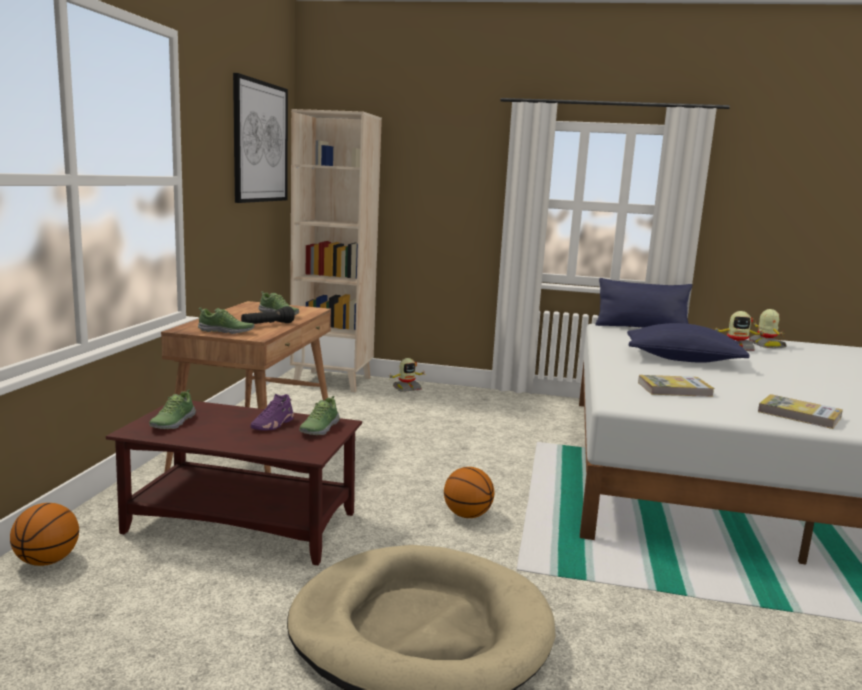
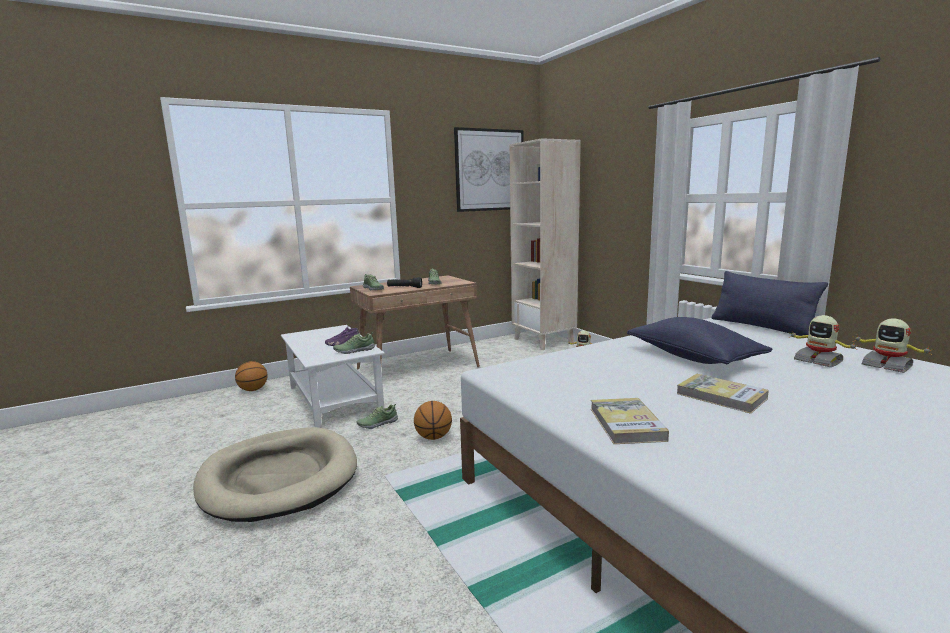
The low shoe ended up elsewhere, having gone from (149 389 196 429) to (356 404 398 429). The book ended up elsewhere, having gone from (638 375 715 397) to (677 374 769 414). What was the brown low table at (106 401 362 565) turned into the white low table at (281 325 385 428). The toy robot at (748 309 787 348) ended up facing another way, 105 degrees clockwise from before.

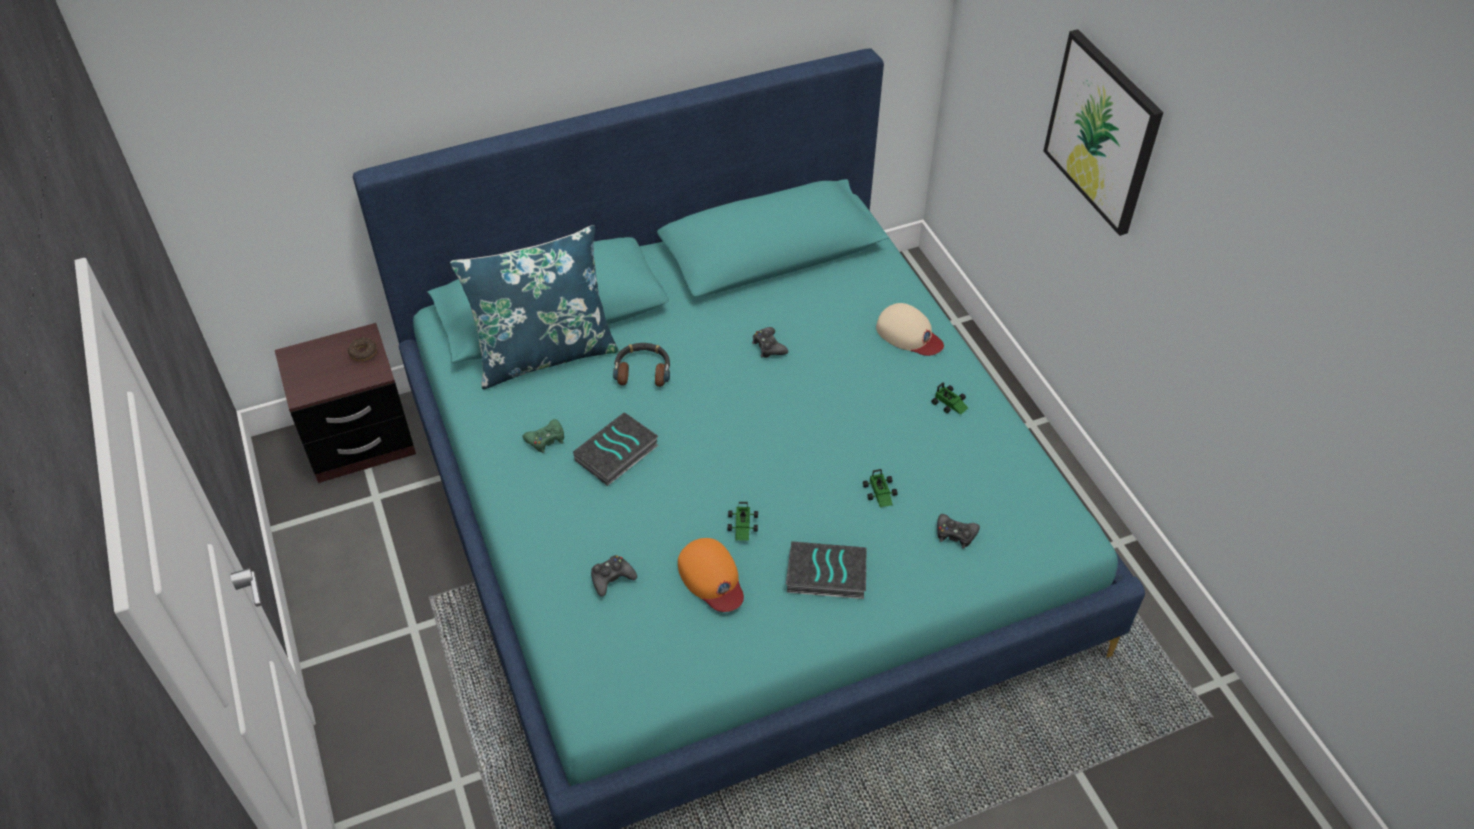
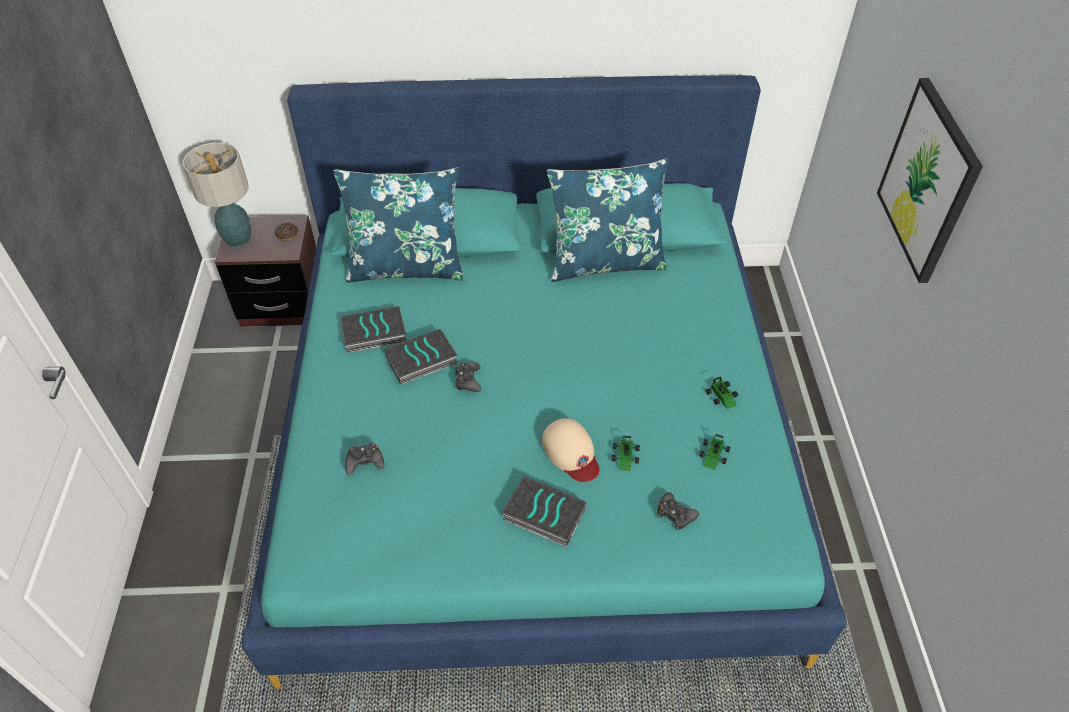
The second view lost the pair of headphones at (613 343 670 387). The second view lost the orange cap at (678 538 744 612). The second view gained the tabletop lamp at (183 142 251 248). The second view gained the blue throw pillow at (547 158 670 282). The model car ended up elsewhere, having gone from (728 502 758 541) to (699 434 730 470). The black-coloured gamepad ended up elsewhere, having gone from (752 327 788 358) to (455 362 481 392). The sand-coloured cap ended up elsewhere, having gone from (876 303 944 356) to (542 418 599 482). Where the greenish gamepad stood at (523 419 564 453), the book came to stand at (341 306 406 353).

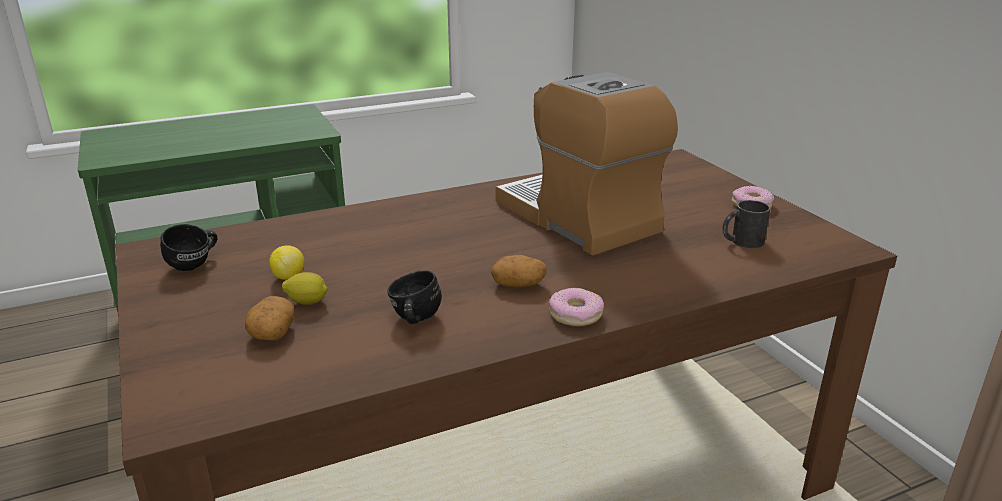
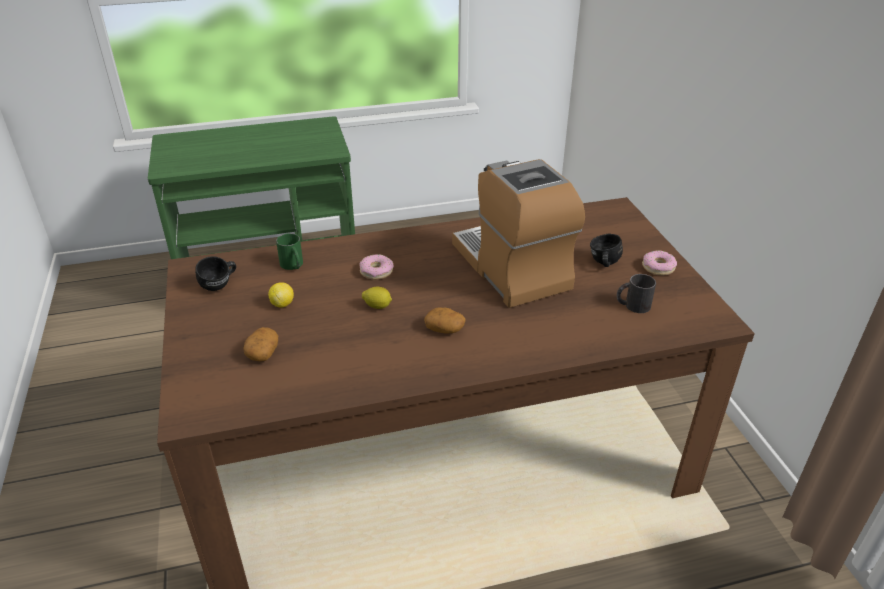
The second view gained the greenish mug at (276 233 303 270). The citrus fruit ended up elsewhere, having gone from (282 272 328 305) to (362 287 392 309). The black-coloured mug ended up elsewhere, having gone from (387 270 442 324) to (590 233 623 267). The doughnut ended up elsewhere, having gone from (549 288 604 326) to (360 255 394 280).

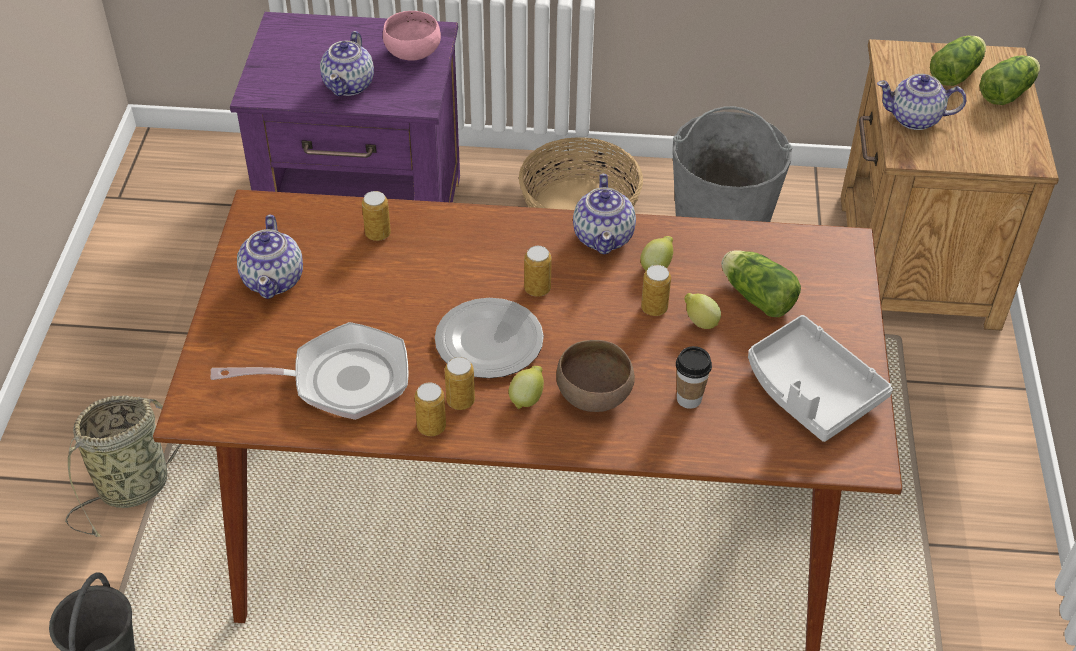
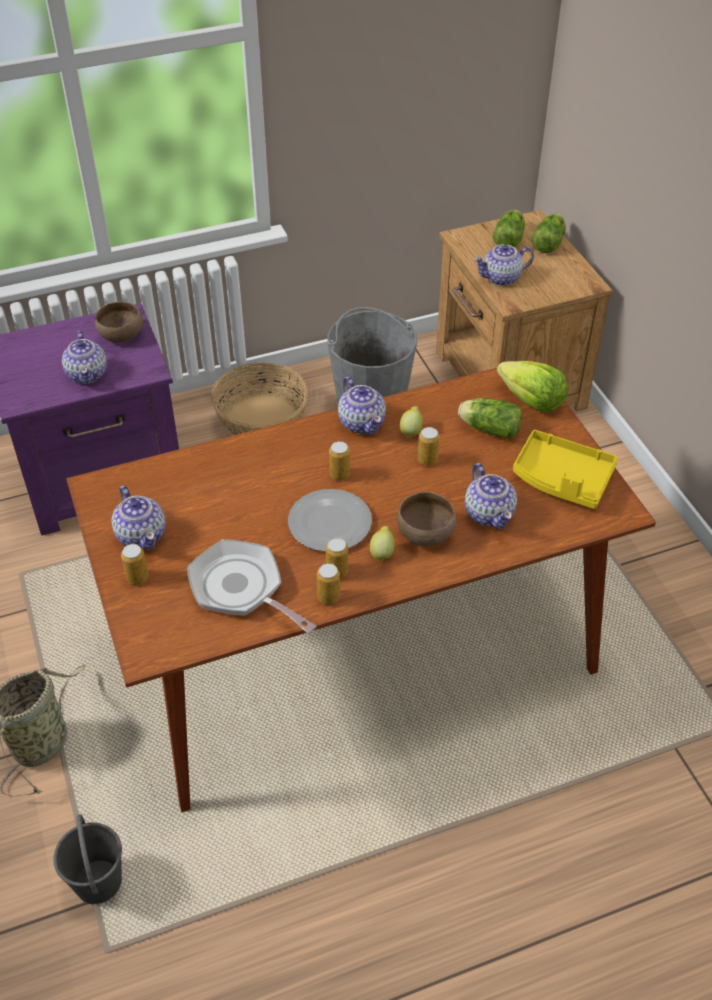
The second view lost the citrus fruit at (684 293 721 329). The second view gained the lettuce head at (497 361 568 413). The metal can ended up elsewhere, having gone from (362 191 391 241) to (121 544 149 585). Where the drinking cup stood at (676 346 712 409), the tea pot came to stand at (465 463 517 529). What was the pinkish serving bowl at (383 11 441 61) turned into the brown serving bowl at (95 302 143 343). What was the gray serving tray at (748 315 893 442) turned into the yellowish serving tray at (513 430 618 509). The skillet at (210 322 409 420) ended up facing another way, 105 degrees counterclockwise from before.

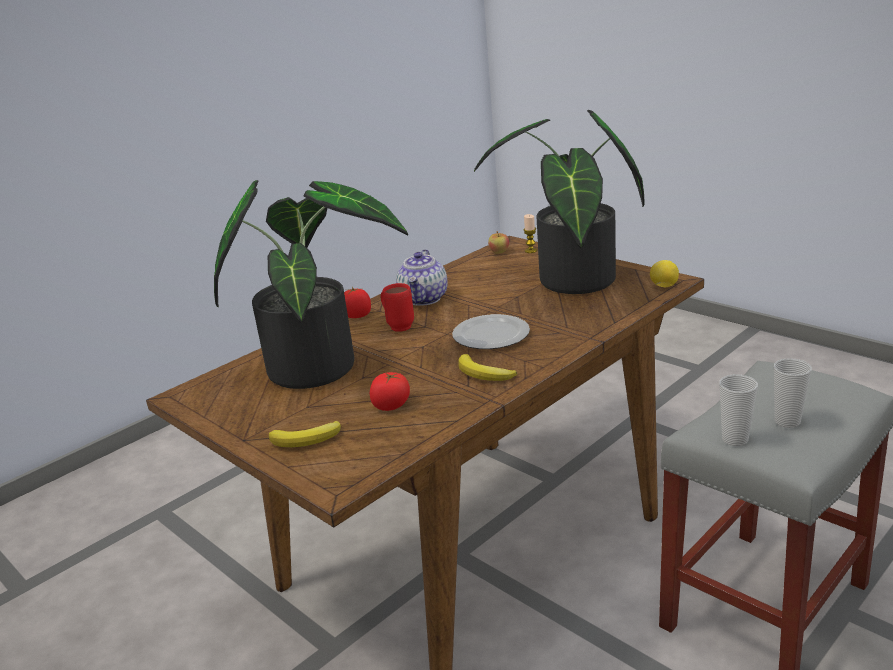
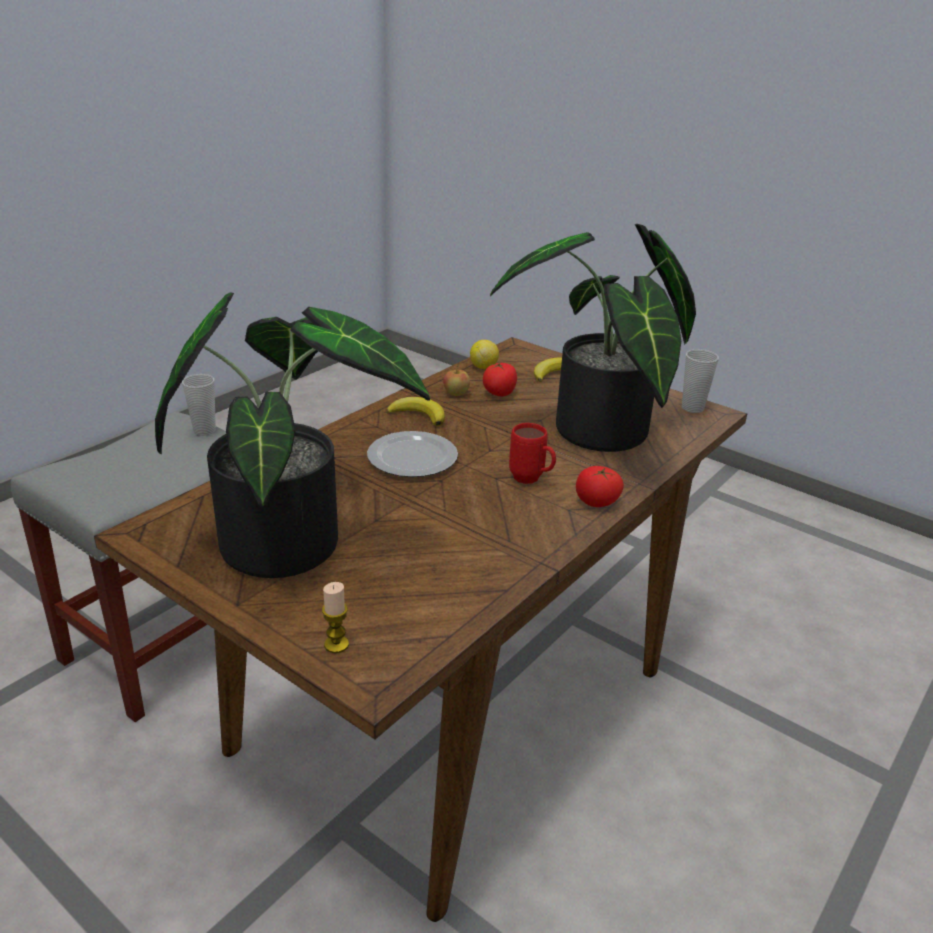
The second view lost the tea pot at (396 249 448 306). The apple fruit ended up elsewhere, having gone from (488 231 509 254) to (443 364 470 396). The citrus fruit ended up elsewhere, having gone from (650 260 679 287) to (470 340 499 369). The drinking cup ended up elsewhere, having gone from (774 358 811 428) to (682 349 719 413).

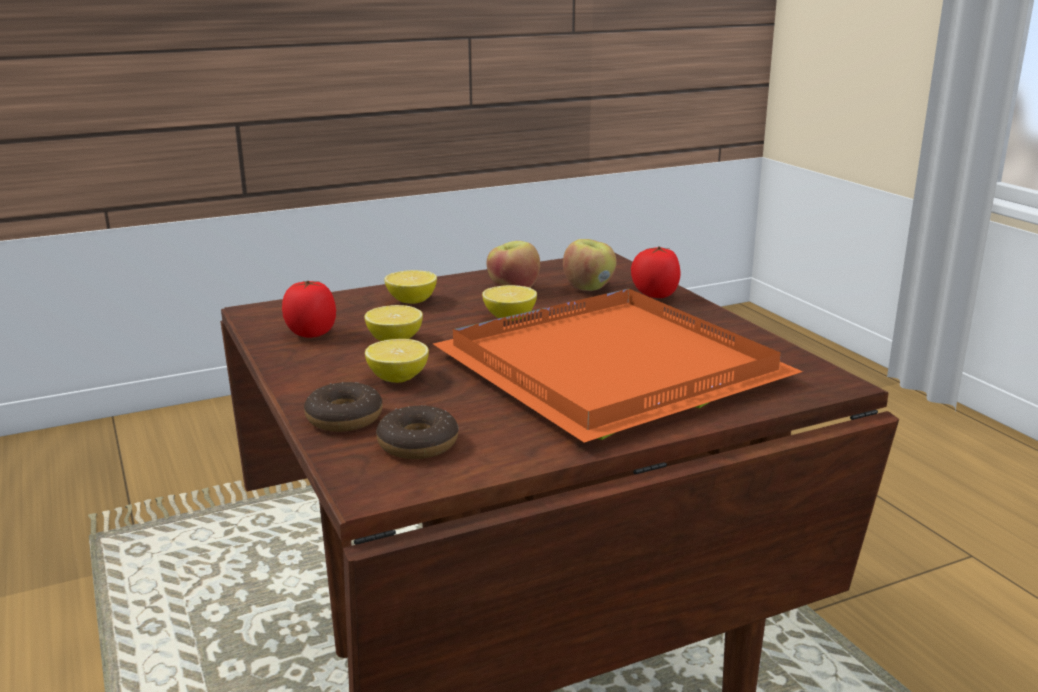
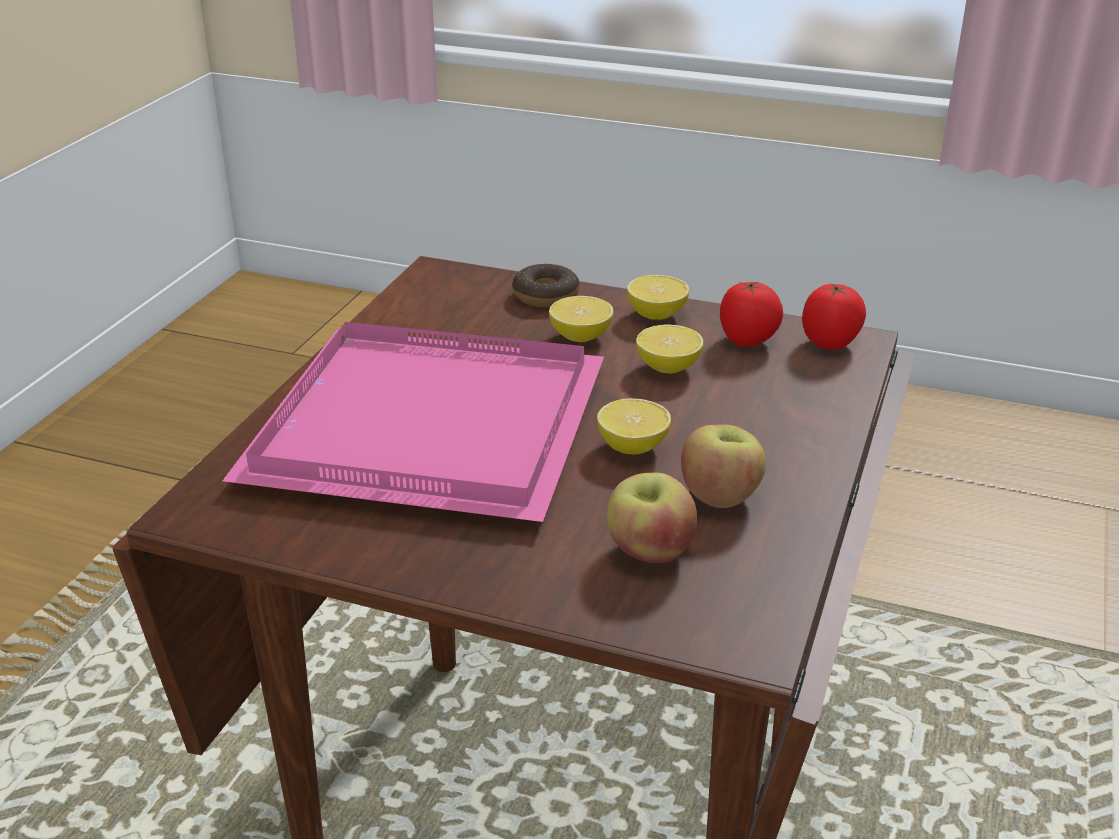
The second view lost the doughnut at (376 405 459 459). The citrus fruit ended up elsewhere, having gone from (385 270 437 304) to (627 275 689 320). The fresh tomato ended up elsewhere, having gone from (631 247 681 298) to (802 283 866 350). What was the orange serving tray at (433 289 803 443) turned into the pinkish serving tray at (222 322 604 522).

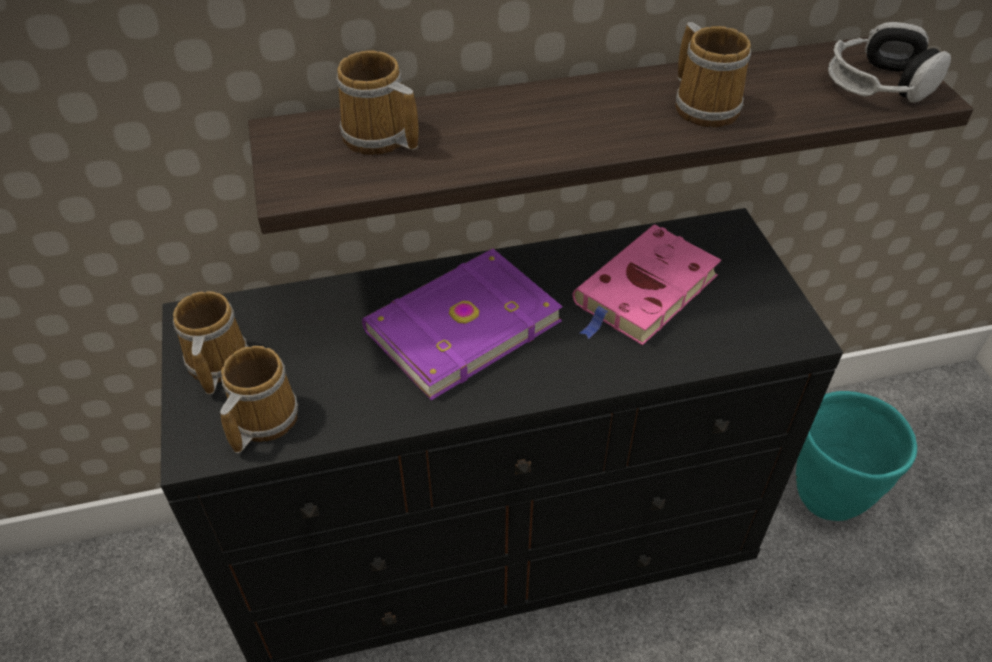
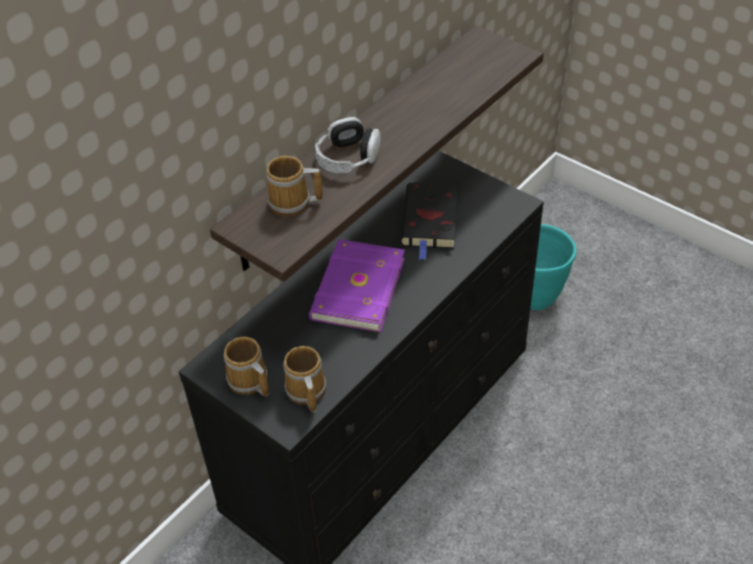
The second view lost the mug at (675 22 751 127). The pair of headphones ended up elsewhere, having gone from (828 22 951 103) to (315 117 380 173). What was the pinkish book at (573 224 721 345) turned into the black-coloured book at (400 182 458 260).

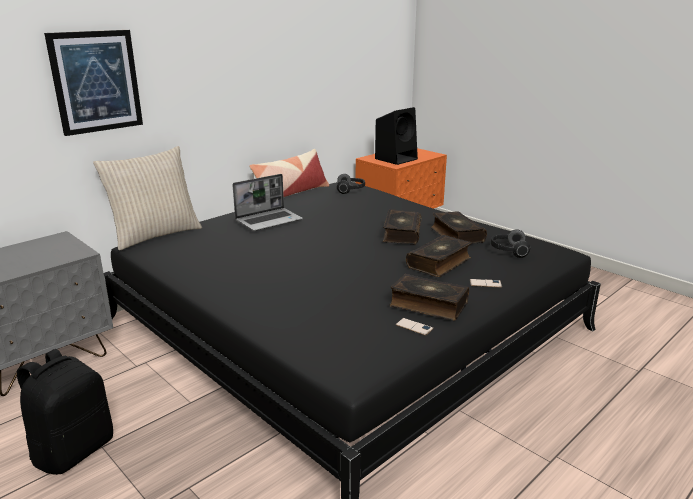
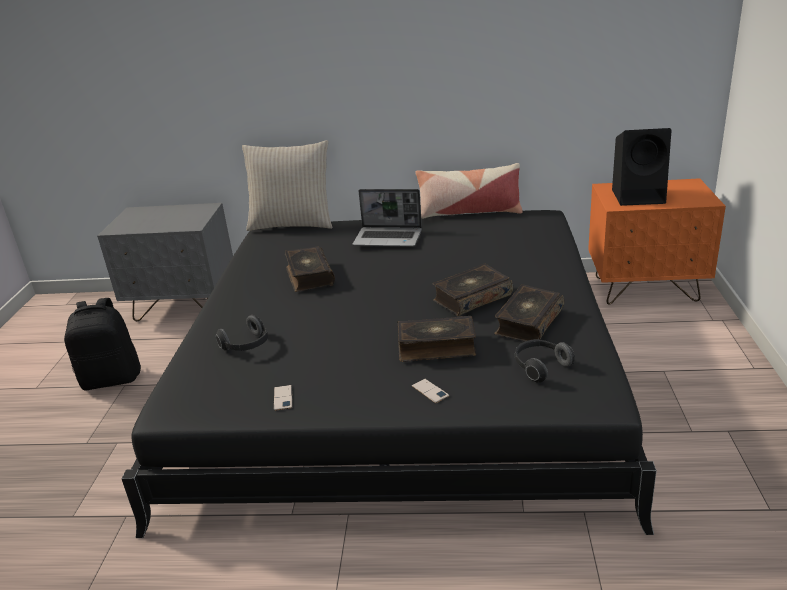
The second view lost the wall art at (44 30 143 136). The pair of headphones ended up elsewhere, having gone from (337 174 365 194) to (215 315 268 351). The book ended up elsewhere, having gone from (389 274 469 320) to (285 246 335 292).

